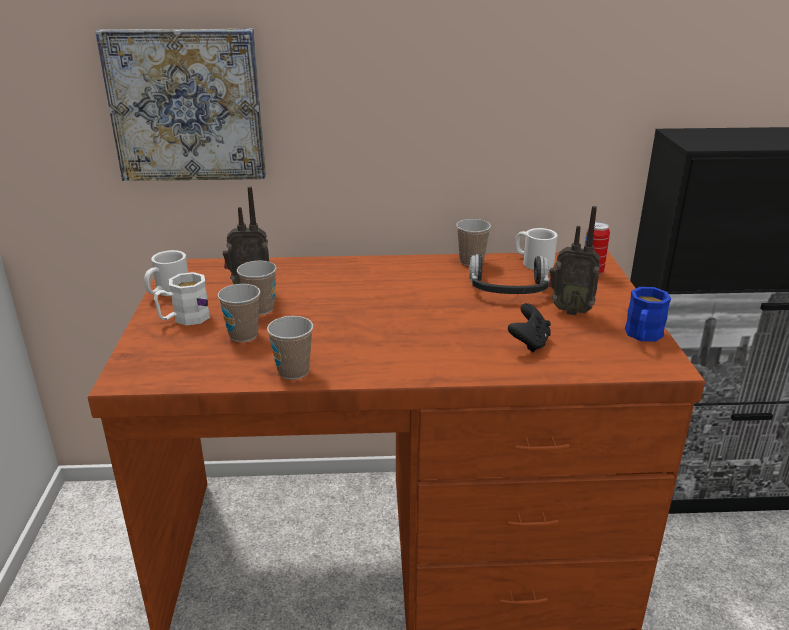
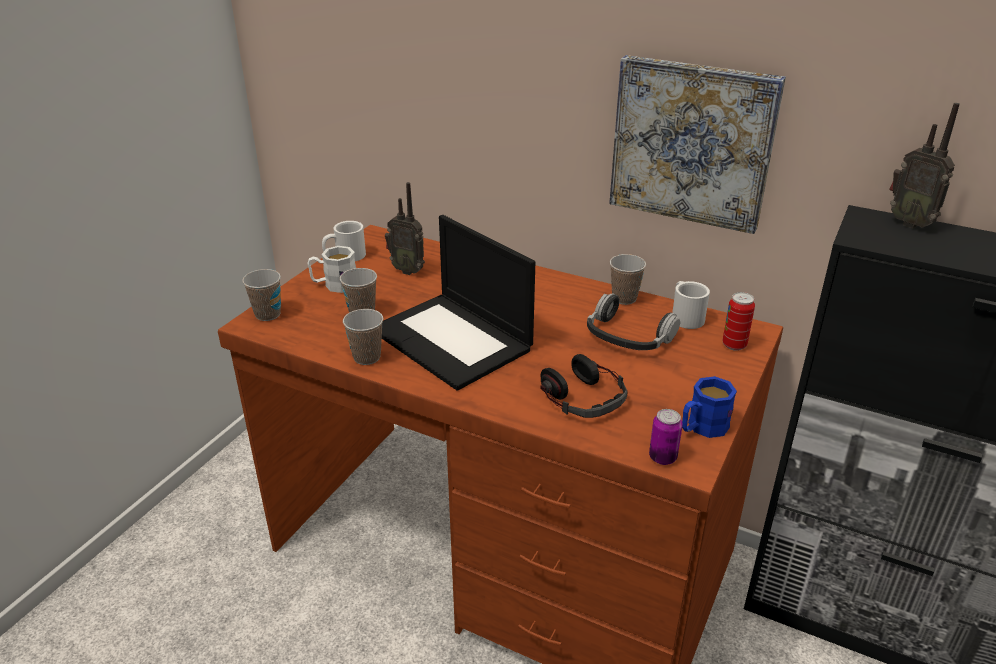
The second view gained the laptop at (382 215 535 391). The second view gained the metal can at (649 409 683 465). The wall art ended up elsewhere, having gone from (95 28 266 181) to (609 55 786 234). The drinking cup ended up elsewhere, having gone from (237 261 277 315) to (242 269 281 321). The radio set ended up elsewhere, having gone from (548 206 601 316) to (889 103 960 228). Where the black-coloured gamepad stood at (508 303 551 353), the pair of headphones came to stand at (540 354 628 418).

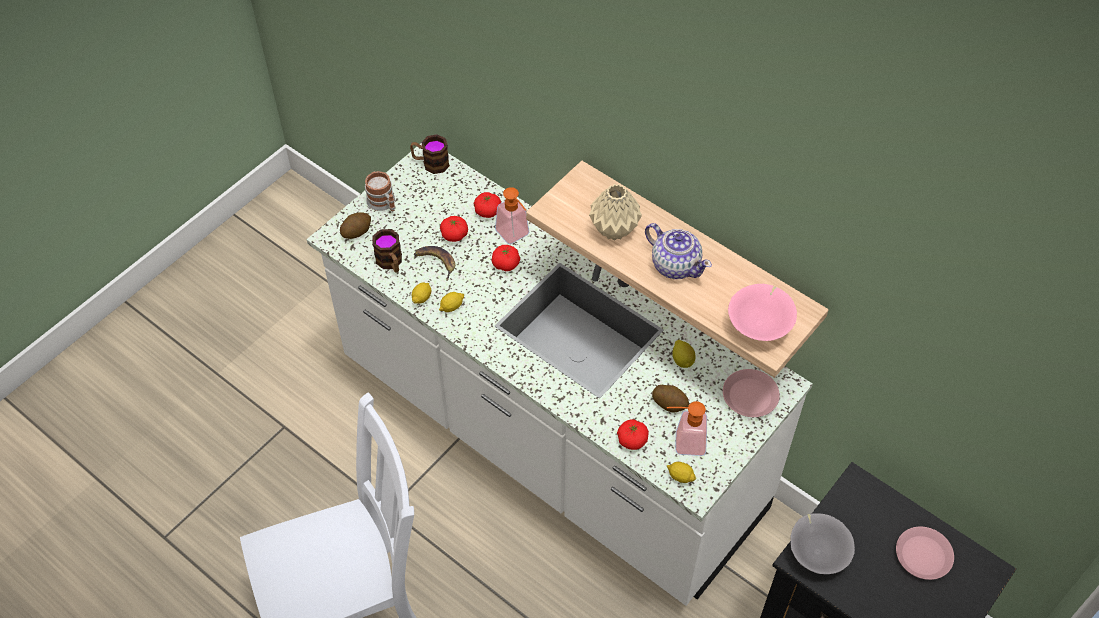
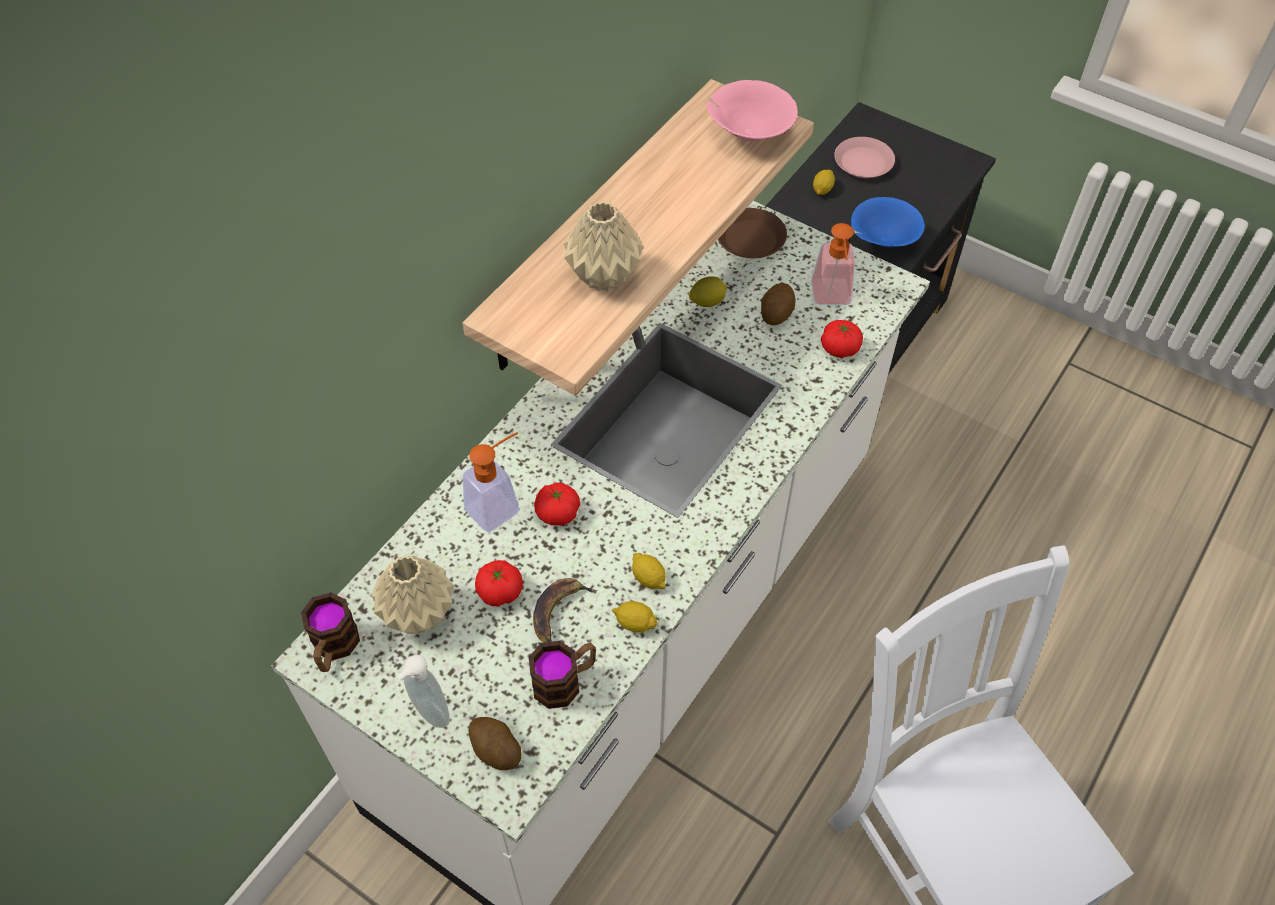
The second view lost the fresh tomato at (474 192 501 218). The second view lost the tea pot at (645 223 712 279). The second view gained the sand-coloured vase at (371 555 454 634). The citrus fruit ended up elsewhere, having gone from (667 462 696 483) to (813 170 835 195). Where the mug stood at (365 171 395 211), the soap bottle came to stand at (397 655 450 728). What was the pinkish dinner plate at (723 369 780 417) turned into the brown dinner plate at (718 208 787 258). What was the gray serving bowl at (790 513 855 574) turned into the blue serving bowl at (851 197 925 247).

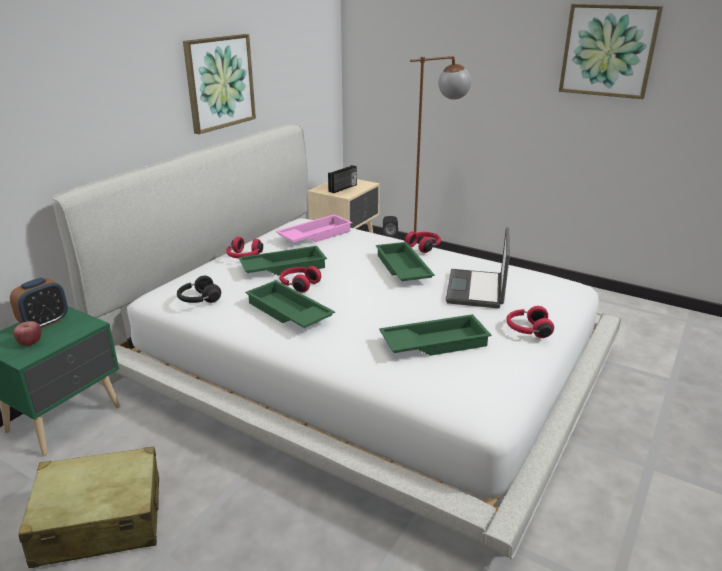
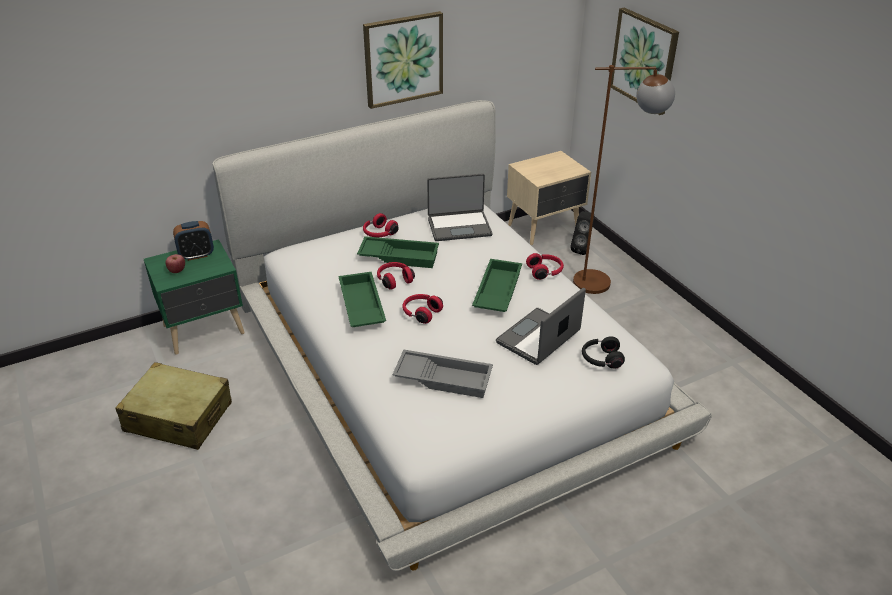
The second view lost the radio set at (328 165 357 193). The black-coloured pair of headphones ended up elsewhere, having gone from (177 276 221 303) to (582 336 625 368). The reddish pair of headphones ended up elsewhere, having gone from (506 306 554 338) to (402 294 443 324). The wall art ended up elsewhere, having gone from (559 4 663 99) to (611 8 679 115). Where the pinkish serving tray stood at (276 214 352 242), the laptop came to stand at (427 173 493 241). What was the greenish serving tray at (379 314 491 356) turned into the gray serving tray at (393 349 493 398).

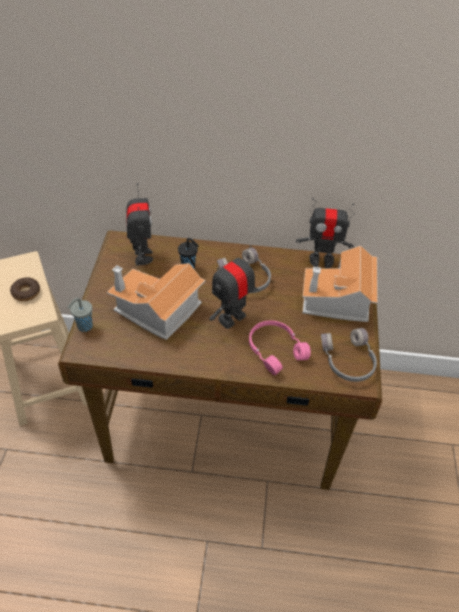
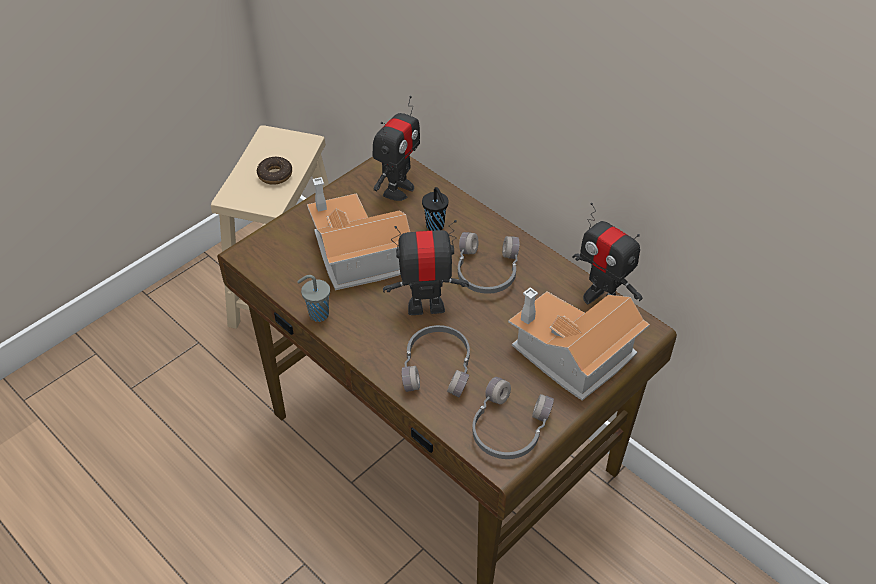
The gray drinking cup ended up elsewhere, having gone from (67 298 93 332) to (297 275 330 322). What was the pinkish pair of headphones at (249 321 311 375) turned into the gray pair of headphones at (402 325 470 397).

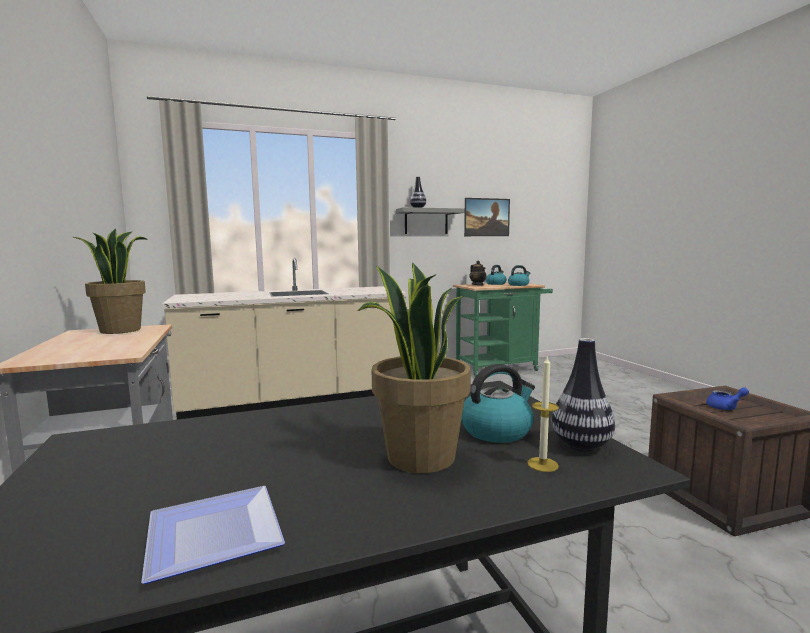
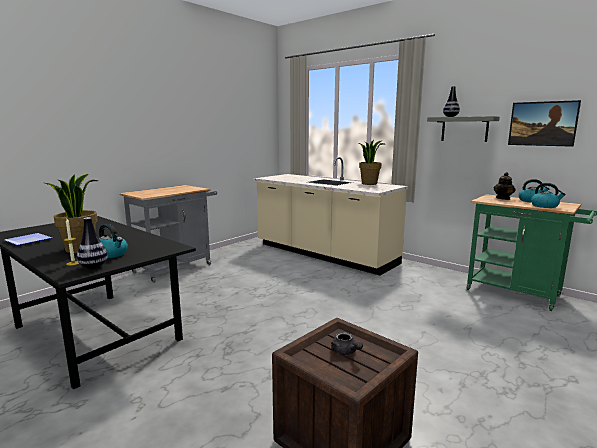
The plant in a pot ended up elsewhere, having gone from (74 228 148 334) to (358 140 384 185). What was the blue tea pot at (706 387 749 410) turned into the gray tea pot at (331 332 363 355).

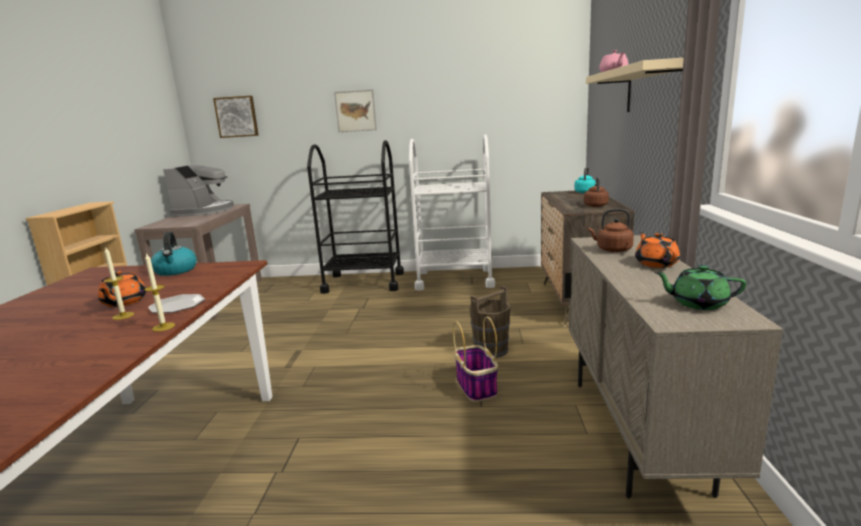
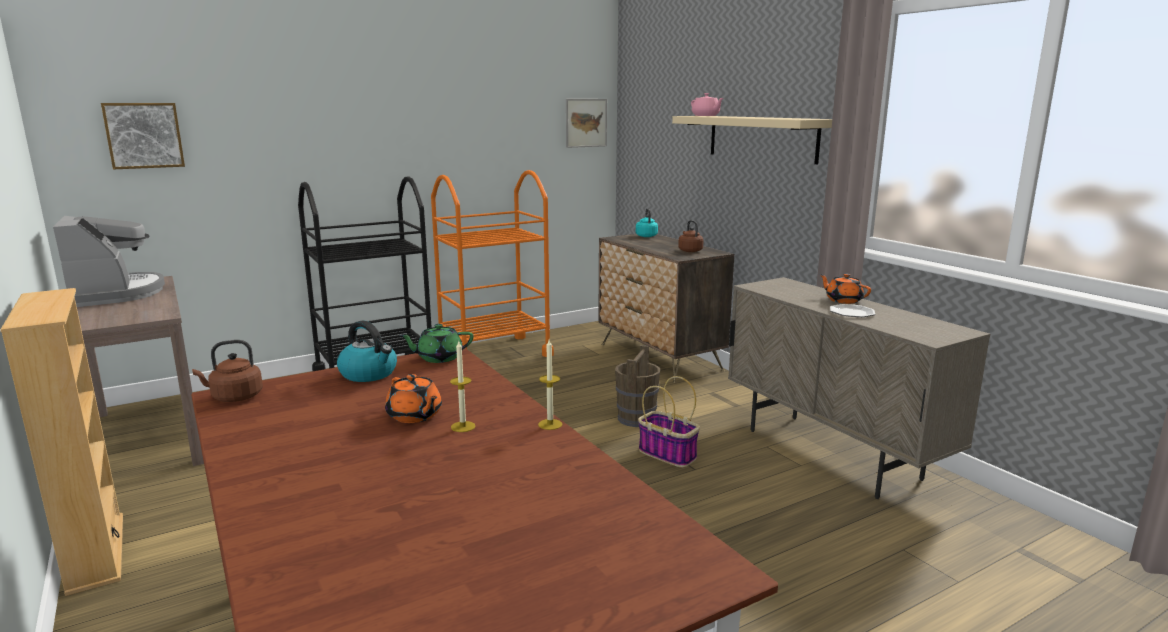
The dinner plate ended up elsewhere, having gone from (148 294 205 313) to (830 304 875 317). The wall art ended up elsewhere, having gone from (334 89 377 132) to (566 99 607 148). The brown kettle ended up elsewhere, having gone from (588 209 634 252) to (192 340 263 402). The greenish tea pot ended up elsewhere, having gone from (654 265 747 310) to (399 324 473 363). What was the white wheeled cart at (409 134 495 291) turned into the orange wheeled cart at (431 170 554 357).

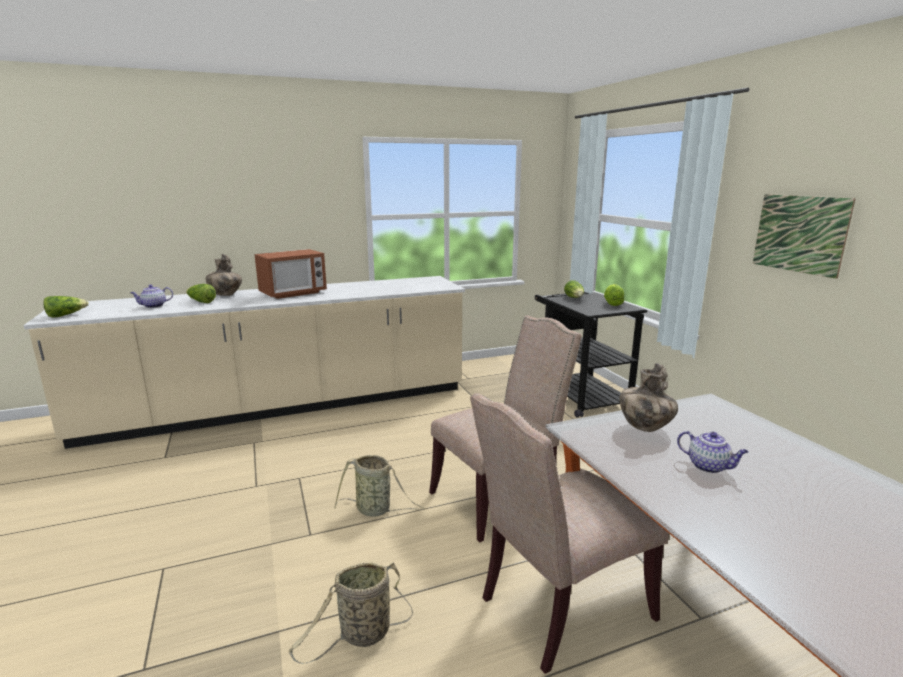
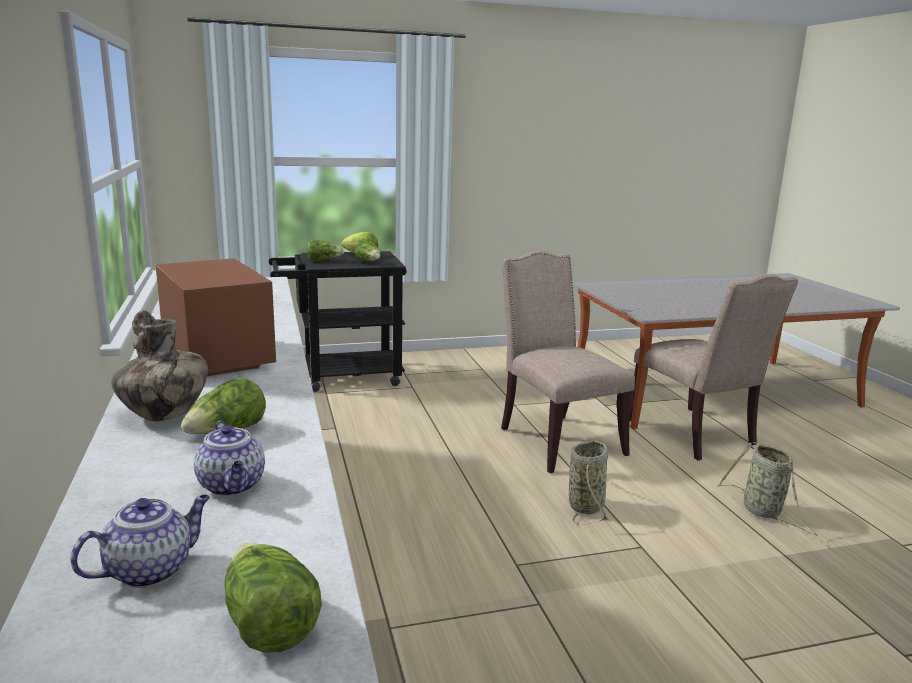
The second view lost the vase at (619 363 678 432). The second view lost the wall art at (753 194 856 279). The second view gained the lettuce head at (355 240 381 262). The tea pot ended up elsewhere, having gone from (677 431 749 473) to (71 495 210 588).

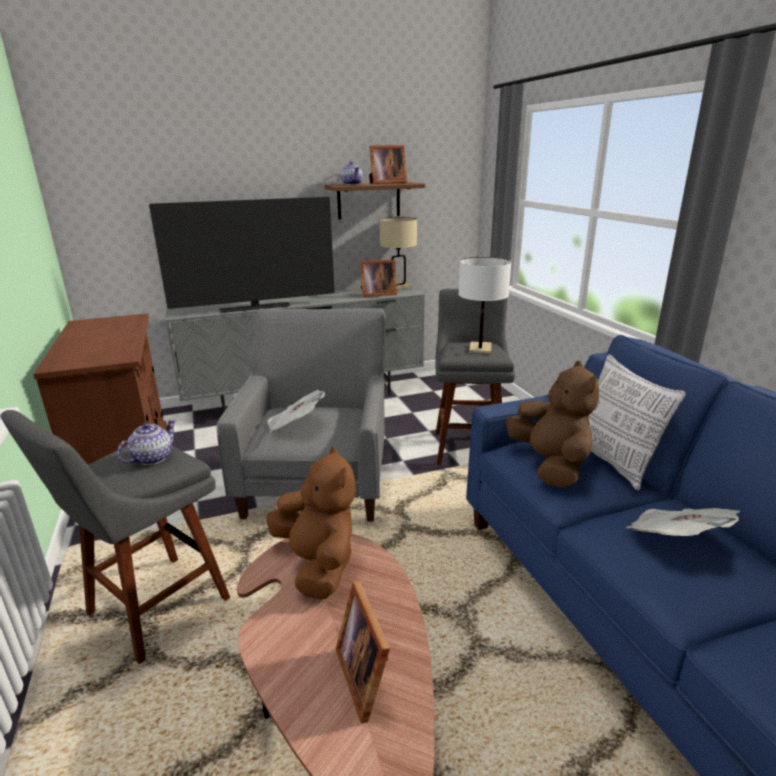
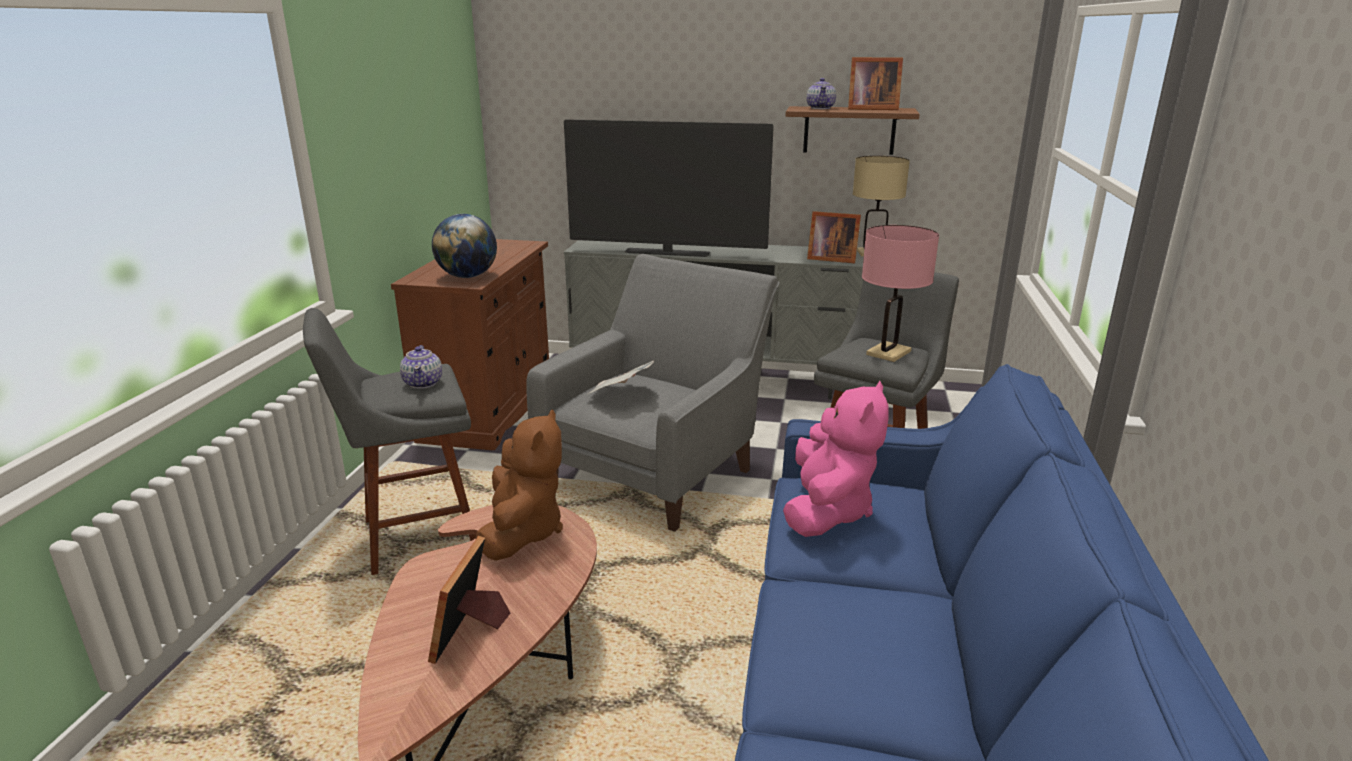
The second view lost the throw pillow at (588 354 686 491). The second view lost the daily paper at (626 508 740 536). The second view gained the globe at (432 214 497 278). What was the white tabletop lamp at (458 257 511 354) turned into the pinkish tabletop lamp at (862 225 939 362). What was the brown soft toy at (506 361 599 488) turned into the pinkish soft toy at (783 381 889 537). The tea pot at (117 419 176 465) ended up facing another way, 105 degrees clockwise from before.

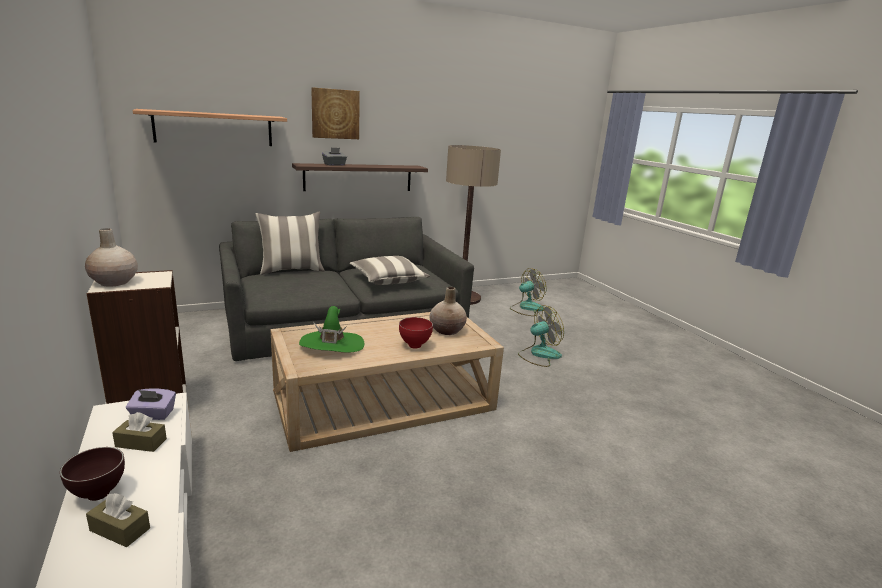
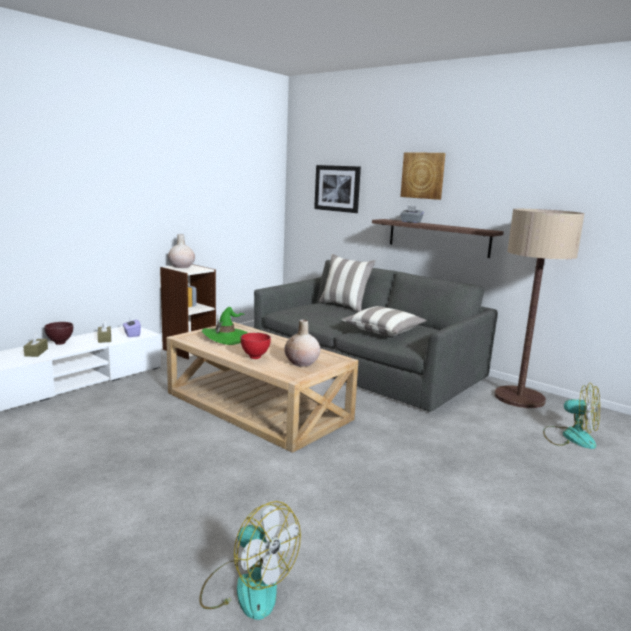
The cooling fan ended up elsewhere, having gone from (518 305 564 367) to (199 501 301 620). Where the bracket shelf hung at (133 109 287 146), the wall art came to hang at (314 165 361 213).

